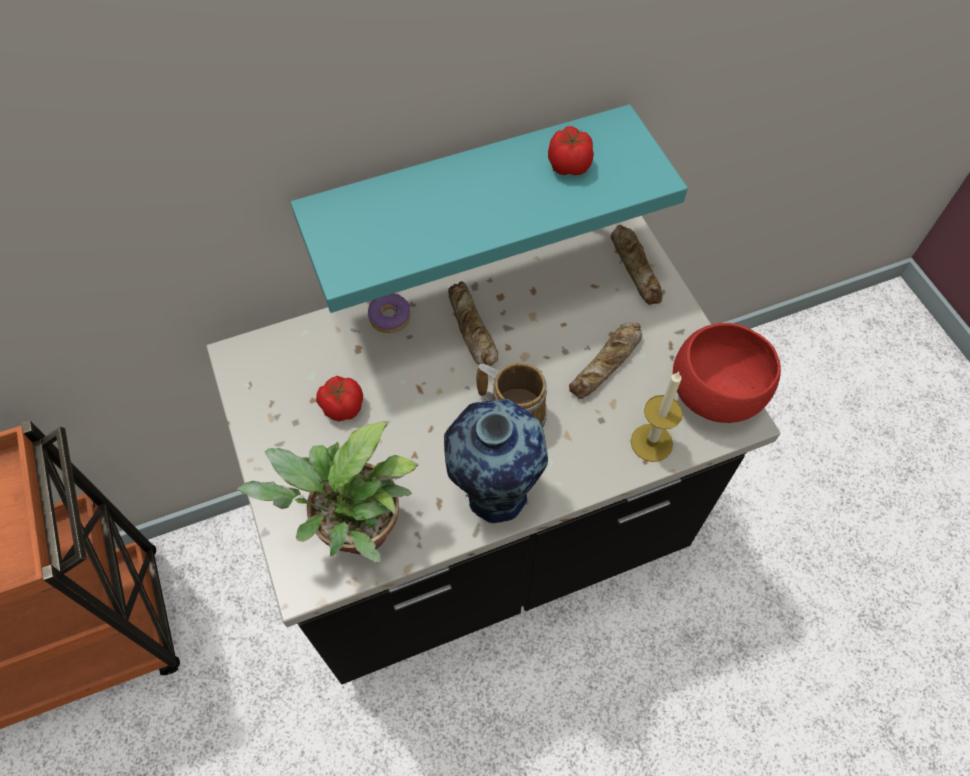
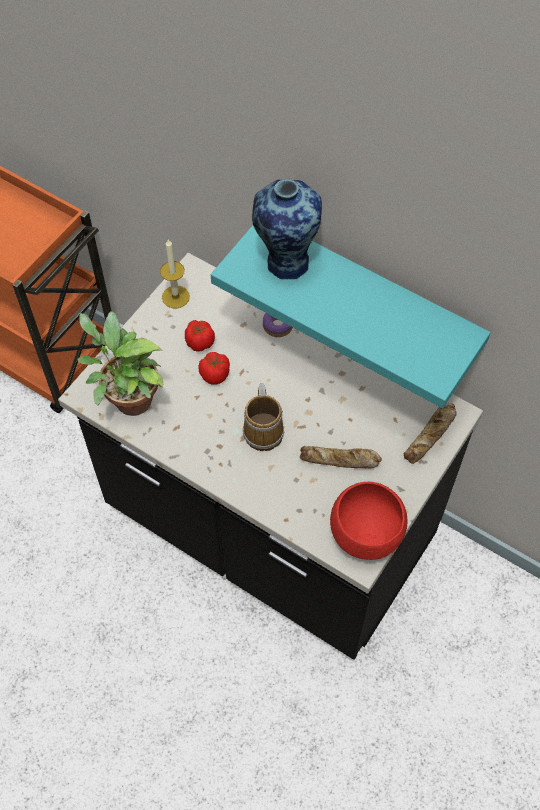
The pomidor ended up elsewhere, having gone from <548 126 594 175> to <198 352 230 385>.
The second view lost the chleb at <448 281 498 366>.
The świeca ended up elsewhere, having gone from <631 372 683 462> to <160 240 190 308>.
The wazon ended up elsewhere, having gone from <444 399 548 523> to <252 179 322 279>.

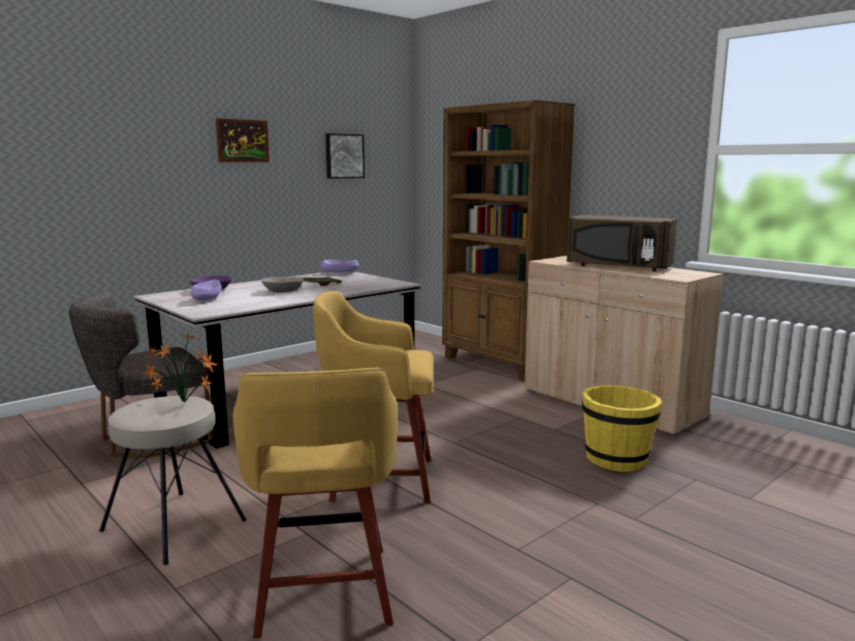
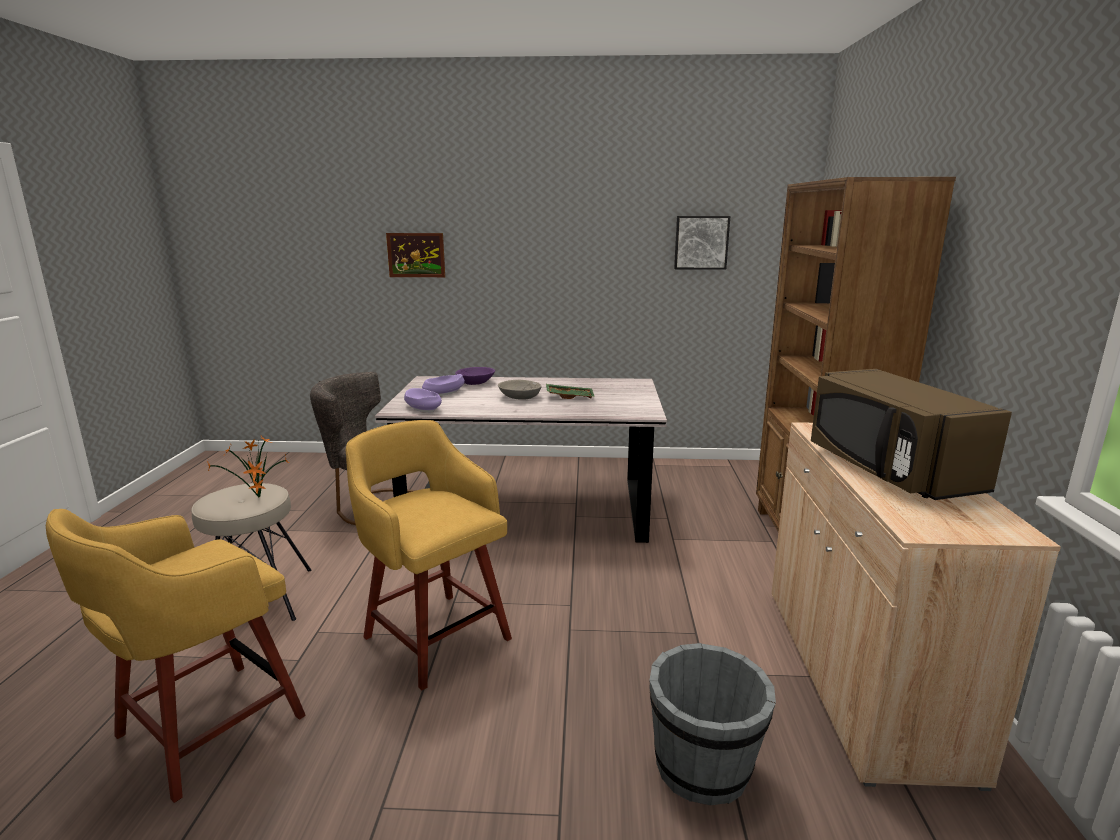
The obraz ended up elsewhere, having gone from <216 118 269 162> to <386 233 445 277>.
The miska (fioletowy) ended up elsewhere, having gone from <320 260 359 274> to <404 388 442 412>.
What was the wiadro (żółty) at <582 385 662 472> turned into the wiadro (szary) at <649 643 776 805>.

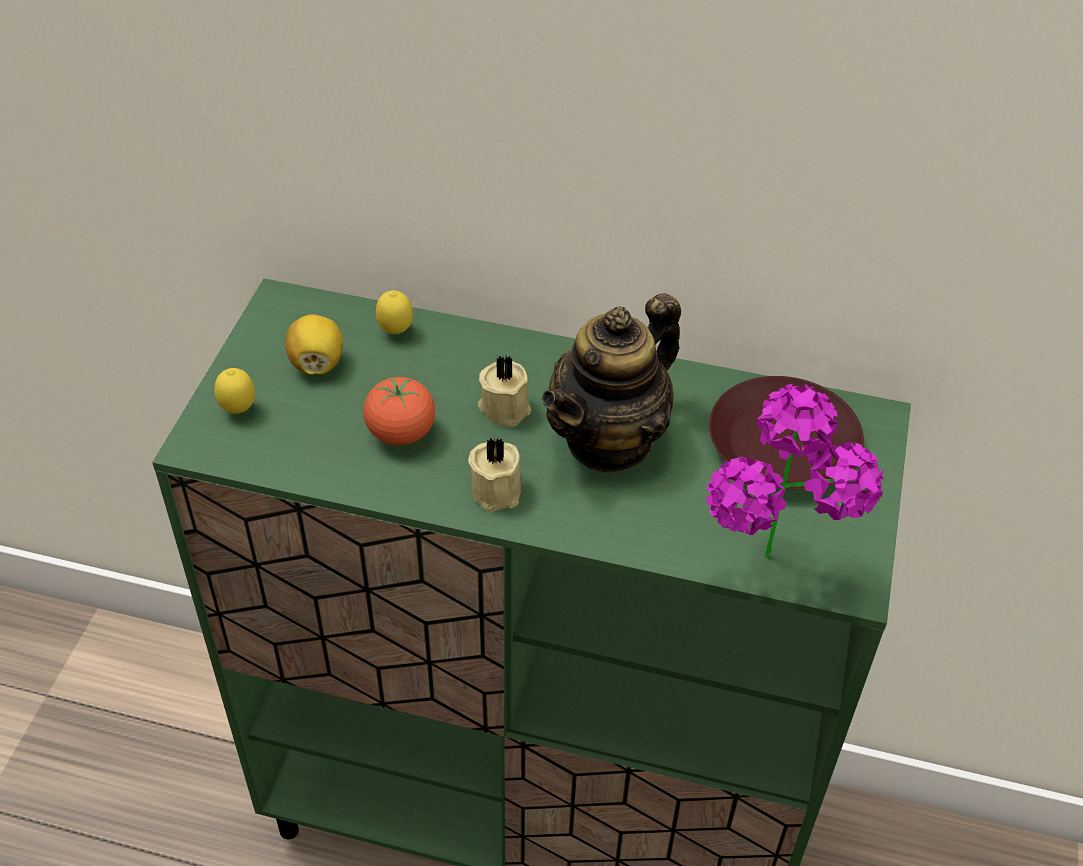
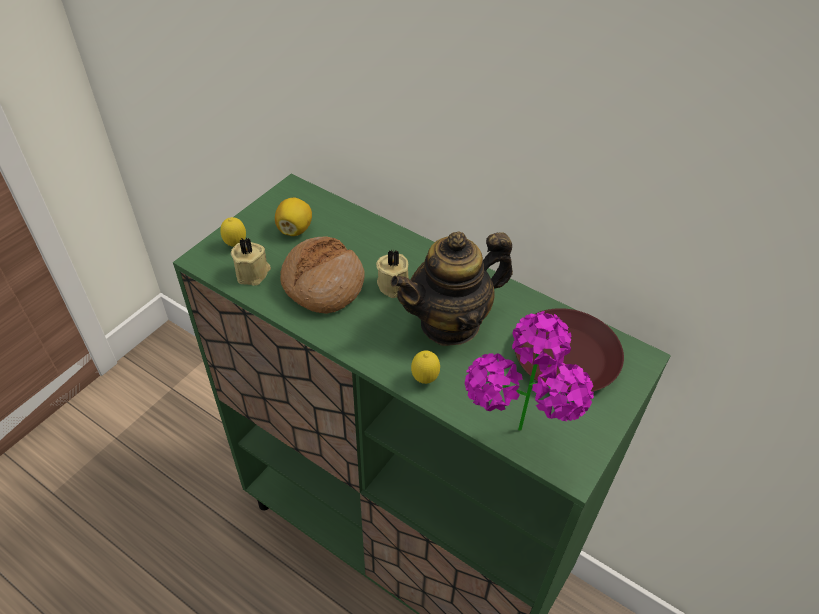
The cytryna ended up elsewhere, having gone from <376 290 413 334> to <411 351 440 384>.
Where the pomidor stood at <363 377 435 445>, the chleb came to stand at <280 237 365 314>.
The świeca (beżowy) ended up elsewhere, having gone from <468 438 521 512> to <231 237 271 286>.

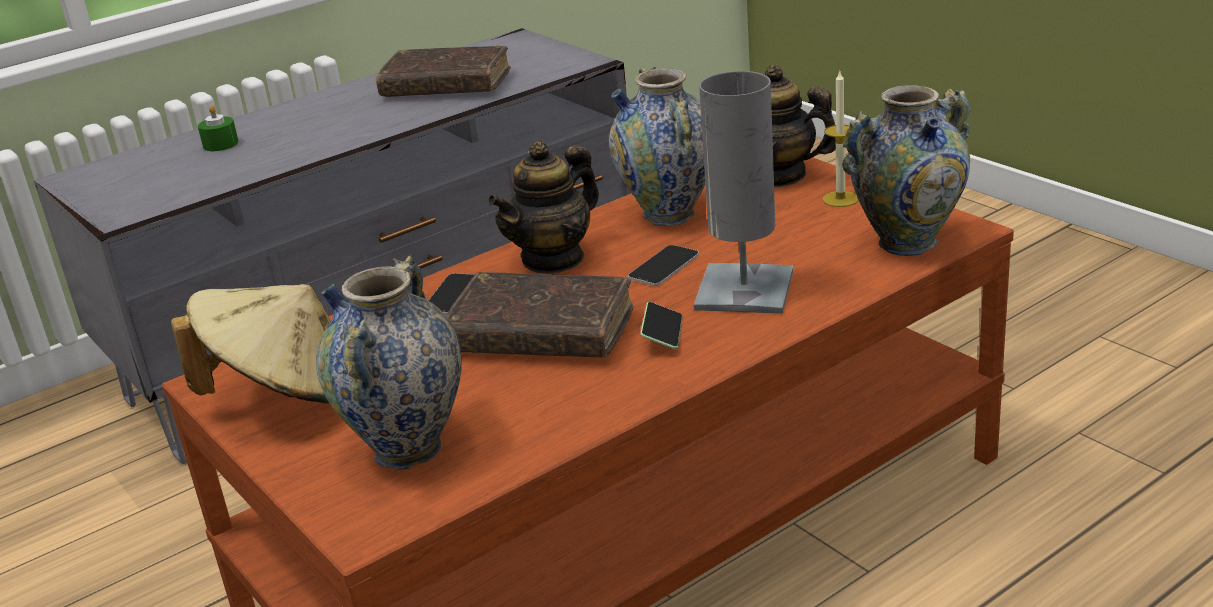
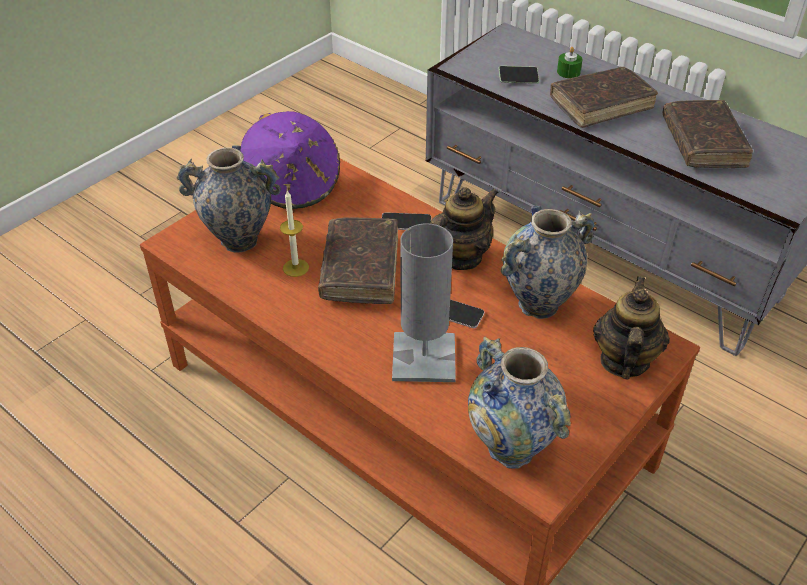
The świeca ended up elsewhere, having gone from <822 69 859 207> to <280 191 309 277>.
The imbryk at <487 141 599 274> ended up facing another way, 105 degrees clockwise from before.
What was the kapelusz (beżowy) at <171 284 331 404> turned into the kapelusz (fioletowy) at <241 111 340 209>.
The telefon ended up elsewhere, having gone from <640 302 683 349> to <499 66 539 84>.
The second view gained the książka (brązowy) at <550 67 658 128>.

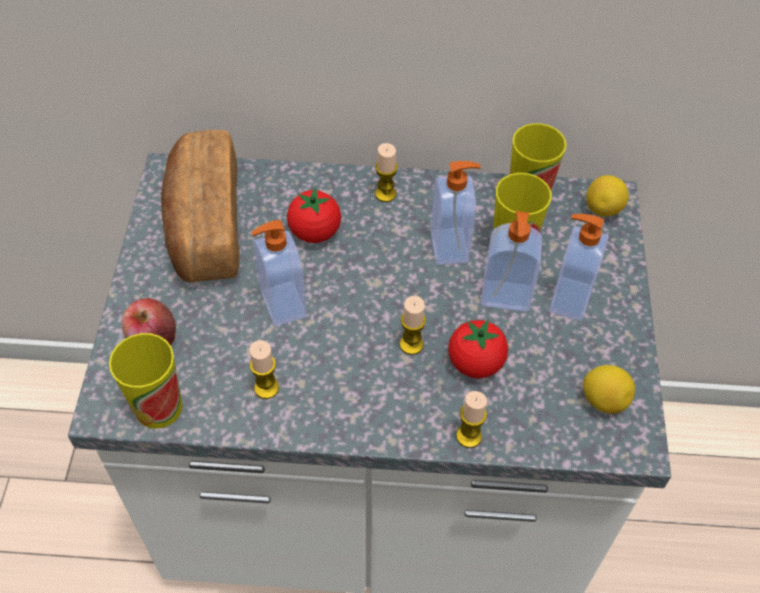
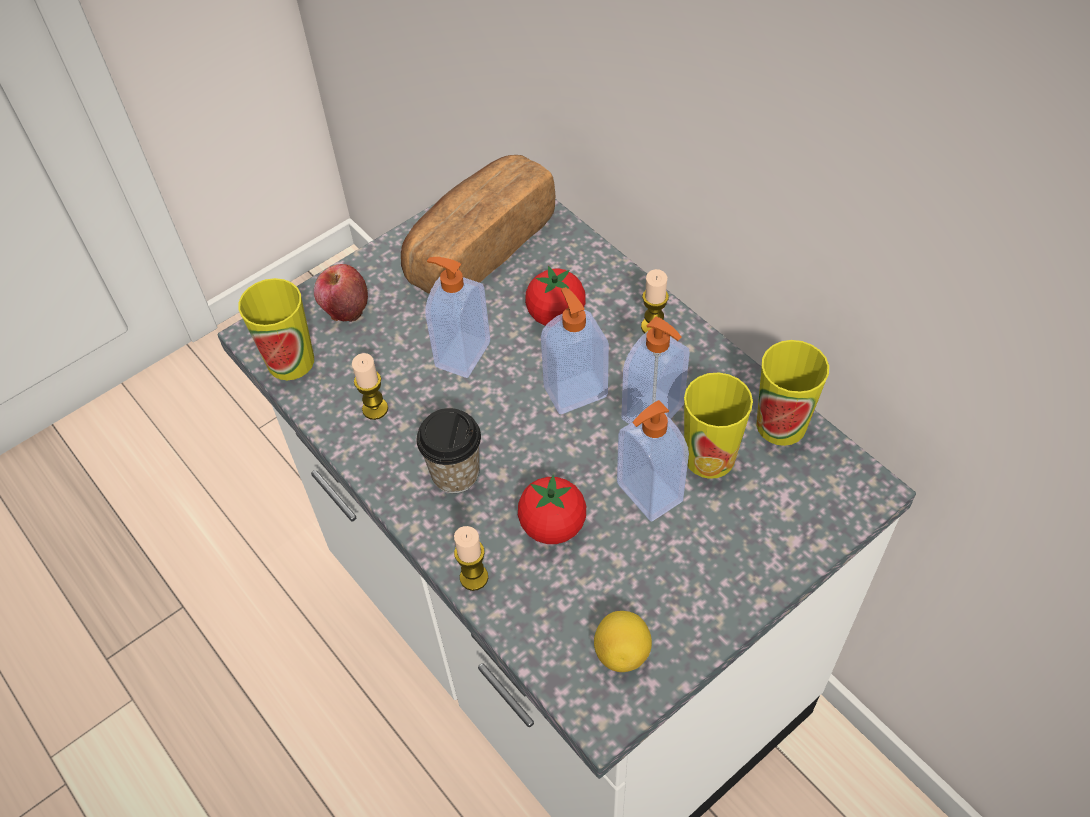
The second view lost the cytryna at <586 175 629 217>.
The dozownik mydła ended up elsewhere, having gone from <549 214 609 321> to <541 287 609 414>.
The second view lost the świeca at <400 296 426 355>.
The second view gained the filiżanka at <417 408 481 493>.

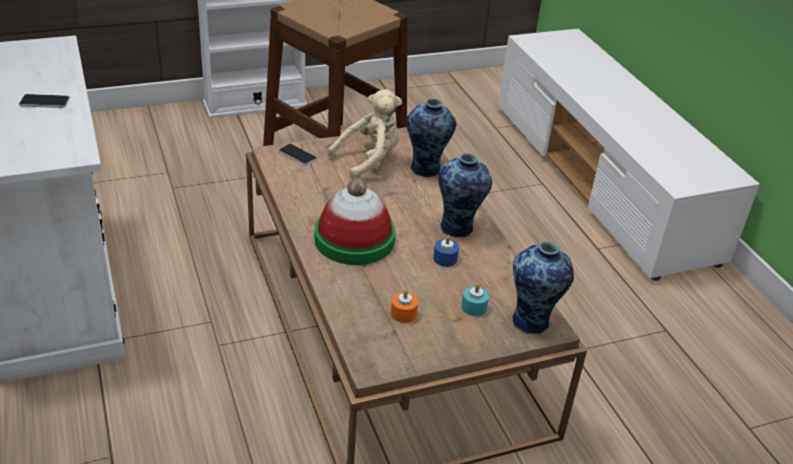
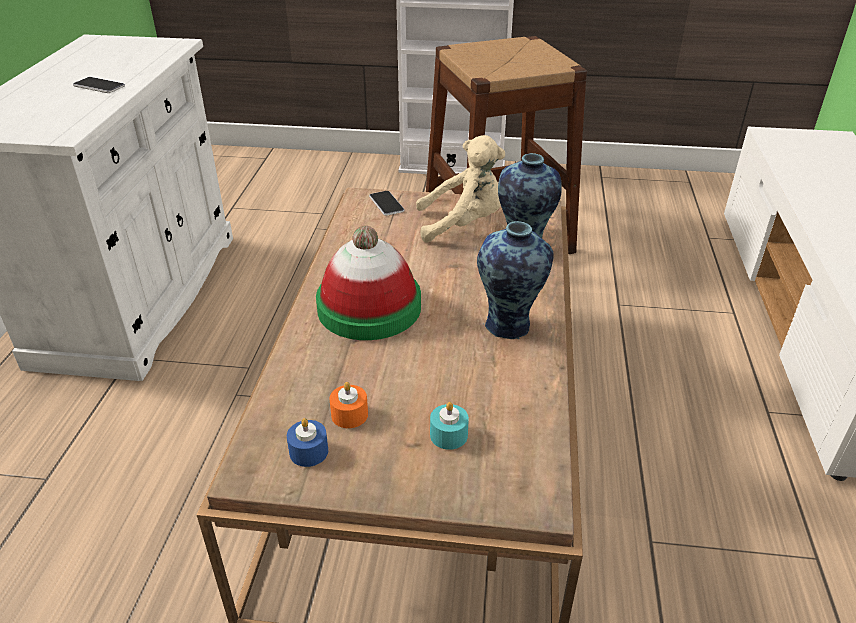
The świeca (niebieski) ended up elsewhere, having gone from <433 236 459 267> to <287 418 328 467>.
The second view lost the wazon at <512 241 574 334>.

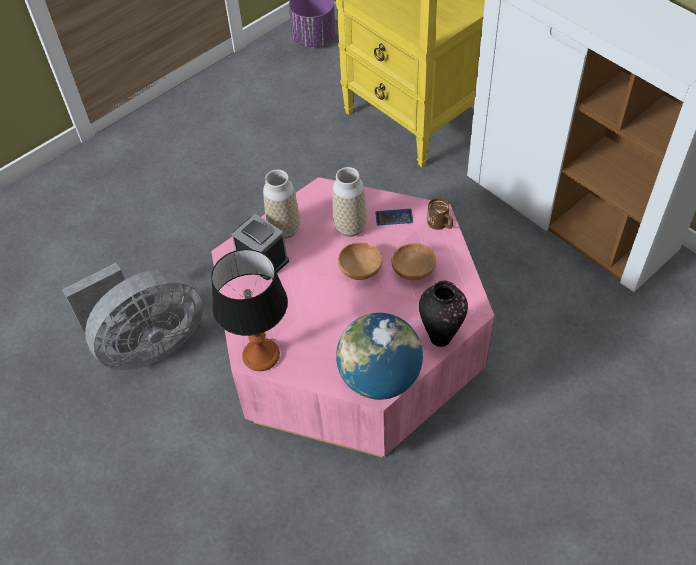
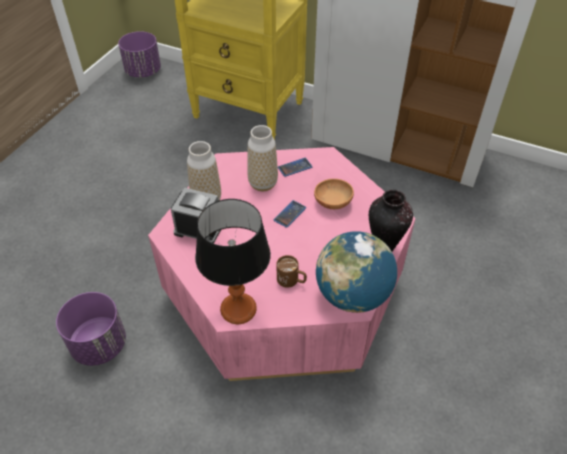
The kubek (brązowy) ended up elsewhere, having gone from <427 198 453 230> to <277 255 307 288>.
Where the miska (brązowy) stood at <338 242 382 280>, the telefon came to stand at <273 200 306 228>.
Where the wentylator (szary) stood at <62 263 204 370>, the donica (fioletowy) came to stand at <56 292 126 366>.

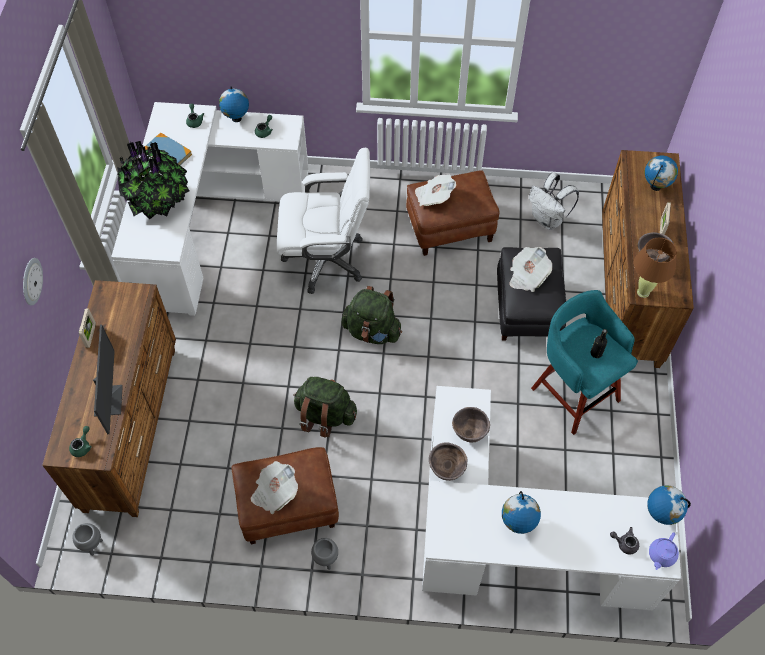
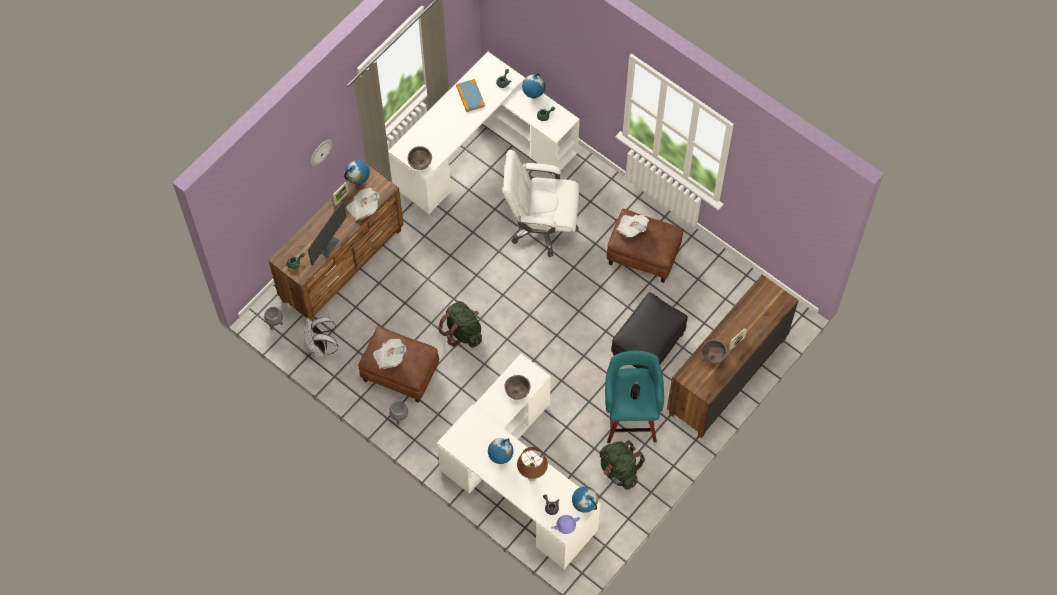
The second view lost the roślina doniczkowa at <117 141 189 220>.
The krzesło biurowe (biały) at <277 148 370 294> ended up facing another way, 150 degrees clockwise from before.
The globus ended up elsewhere, having gone from <645 156 678 191> to <344 160 370 185>.
The plecak (biały) ended up elsewhere, having gone from <529 172 579 230> to <304 317 338 358>.
The lampa stołowa (brązowy) ended up elsewhere, having gone from <634 238 677 298> to <517 447 548 482>.
The gazeta ended up elsewhere, having gone from <509 247 552 292> to <346 188 379 221>.
The plecak (zielony) ended up elsewhere, having gone from <342 286 402 344> to <600 440 646 490>.
The miska (brązowy) ended up elsewhere, having gone from <429 442 468 481> to <408 146 432 170>.

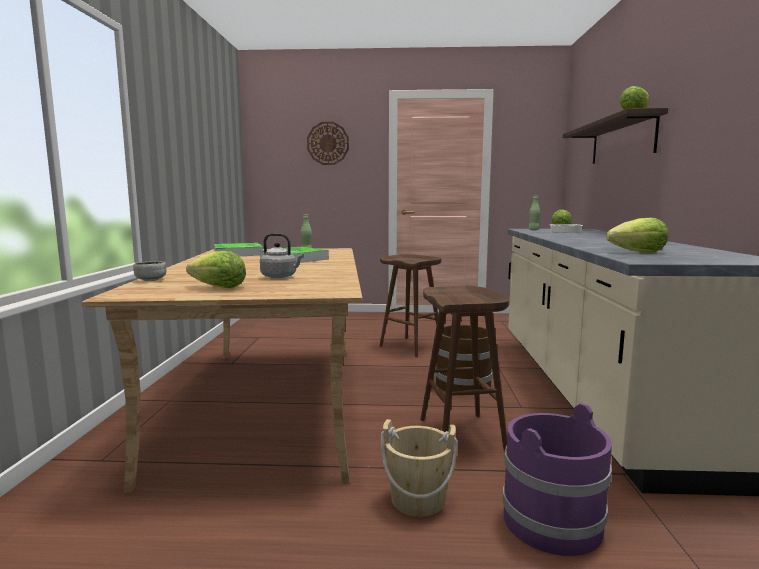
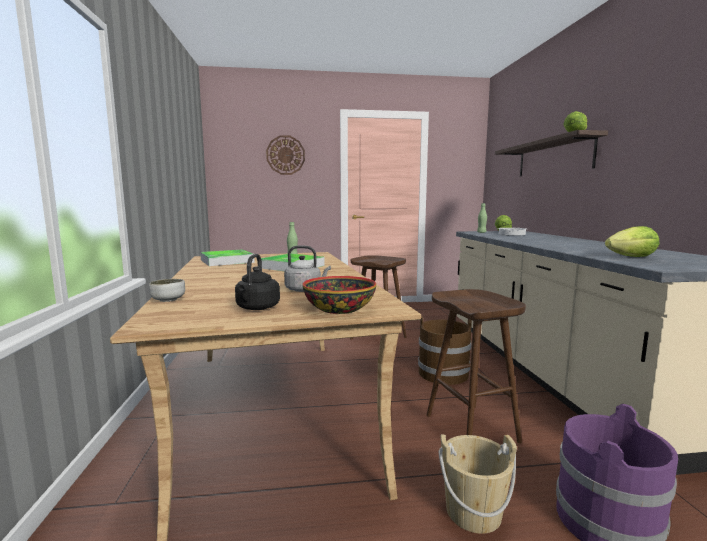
Where the sałata stood at <186 251 246 288>, the czajnik (czarny) came to stand at <235 254 280 310>.
The second view gained the miska at <302 276 376 314>.

